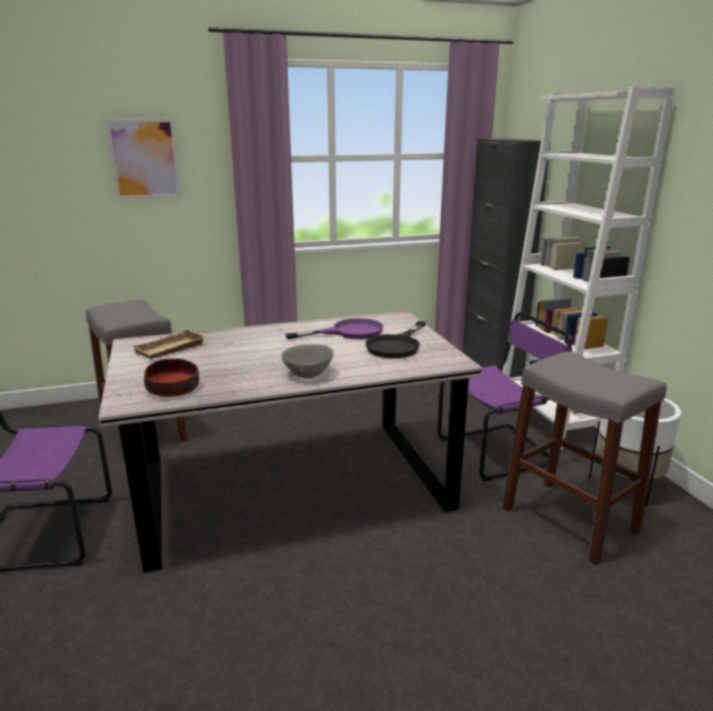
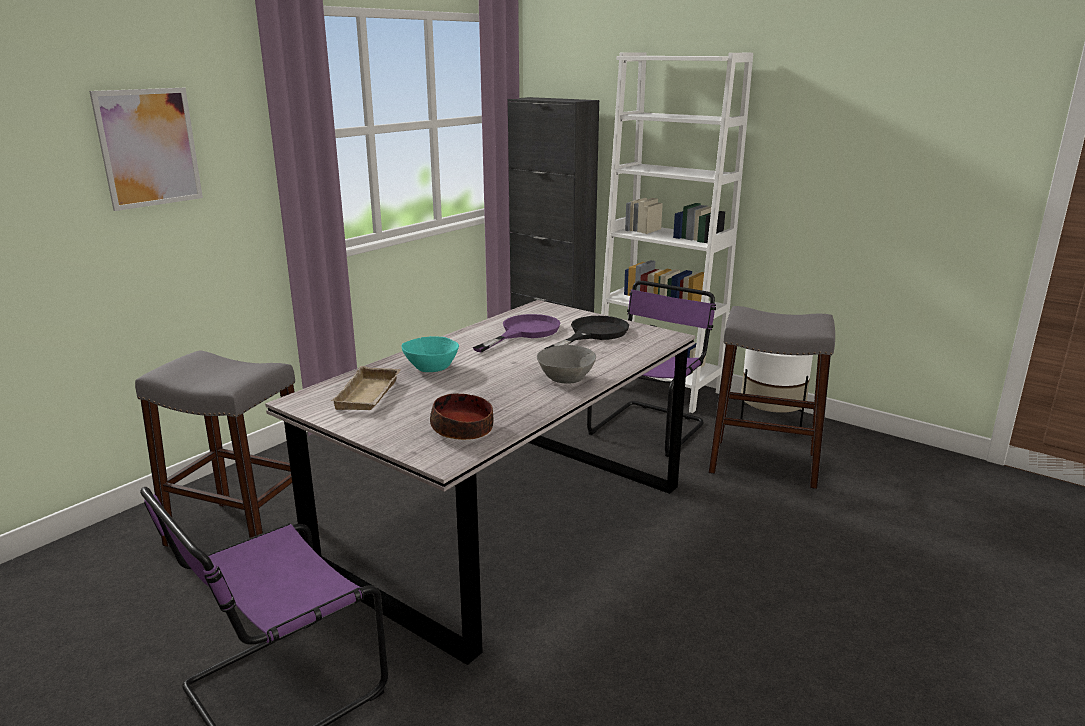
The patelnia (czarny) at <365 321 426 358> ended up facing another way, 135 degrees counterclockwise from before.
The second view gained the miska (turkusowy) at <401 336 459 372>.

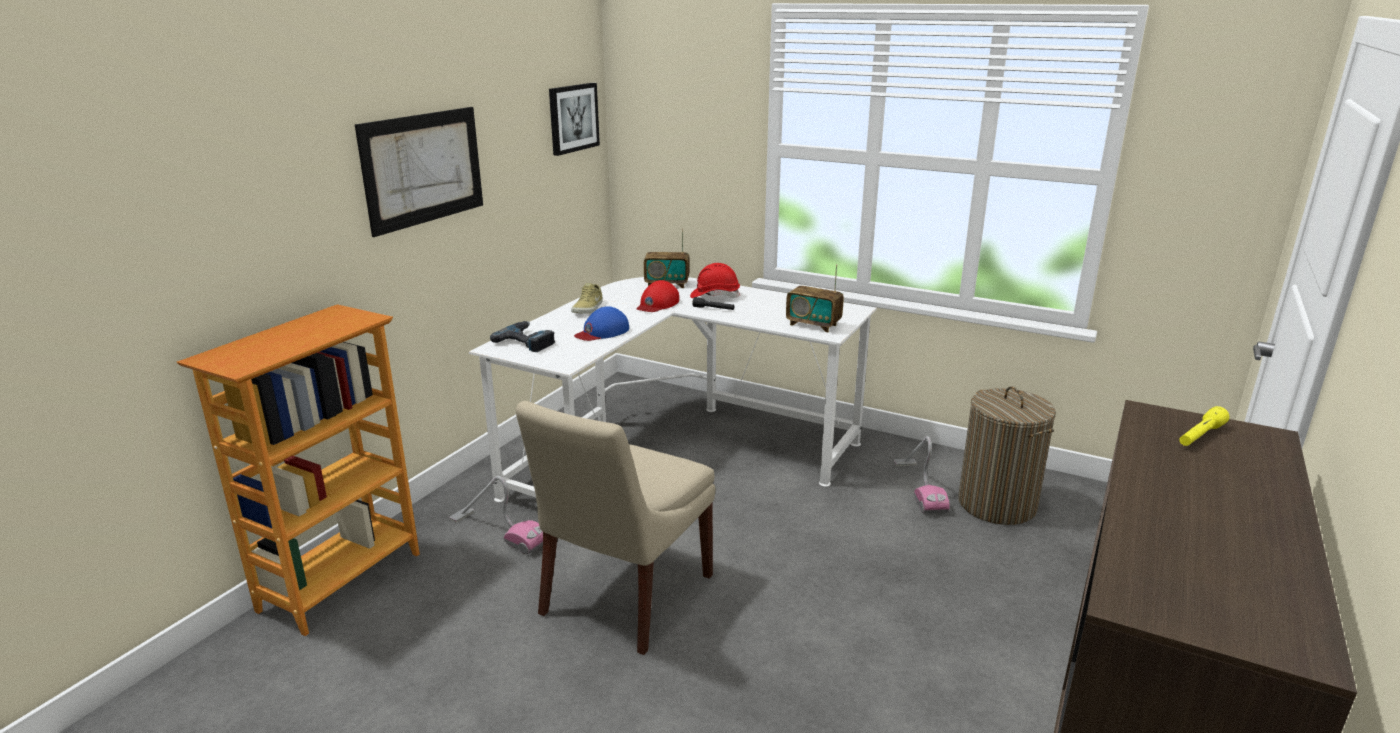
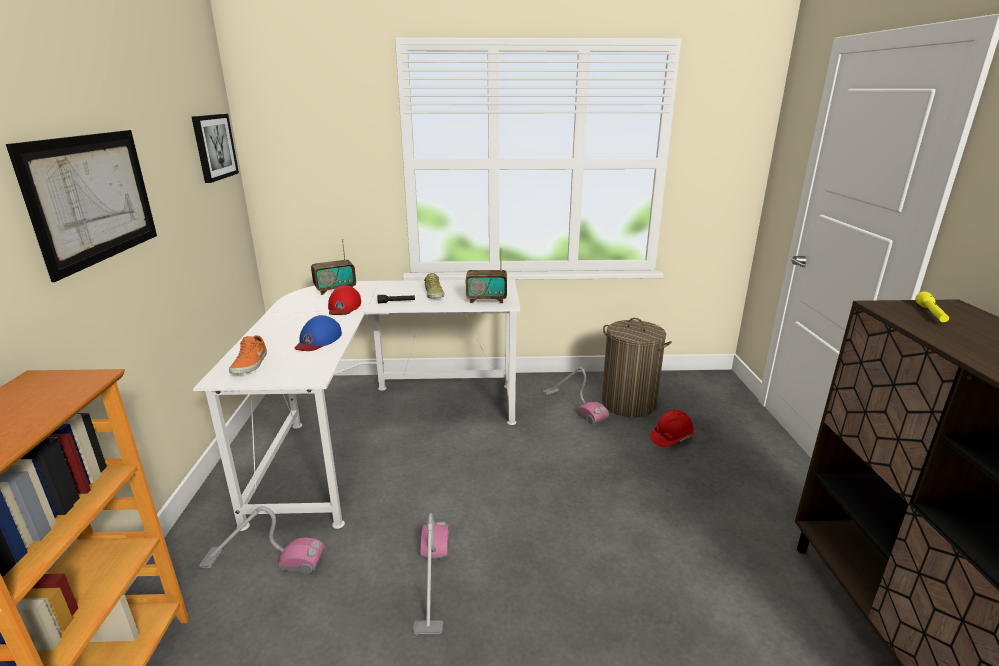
The kask (czerwony) ended up elsewhere, having gone from <690 263 740 298> to <650 410 694 447>.
The but (beżowy) ended up elsewhere, having gone from <571 283 603 314> to <424 273 444 298>.
Where the wiertarka stood at <490 321 555 352>, the but (pomarańczowy) came to stand at <229 335 267 374>.
Where the krzesło (beżowy) stood at <516 401 715 655>, the odkurzacz came to stand at <413 513 450 634>.

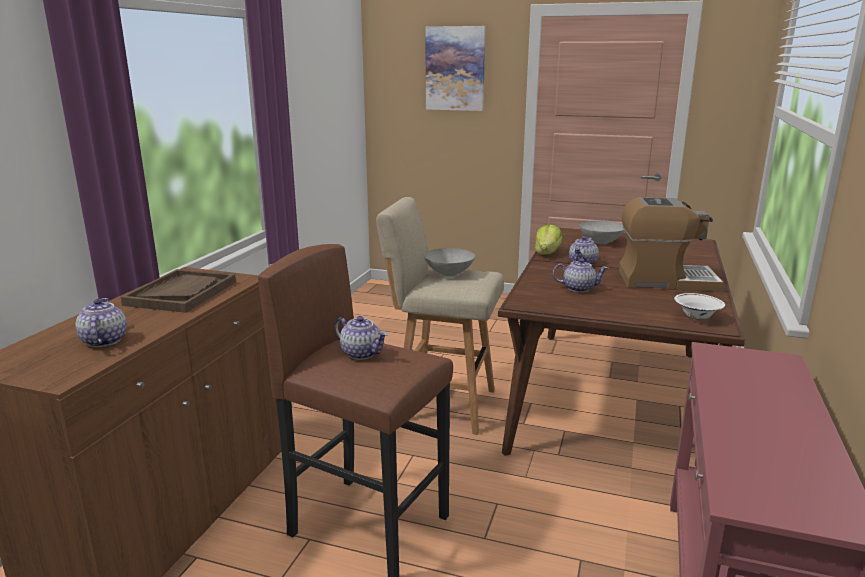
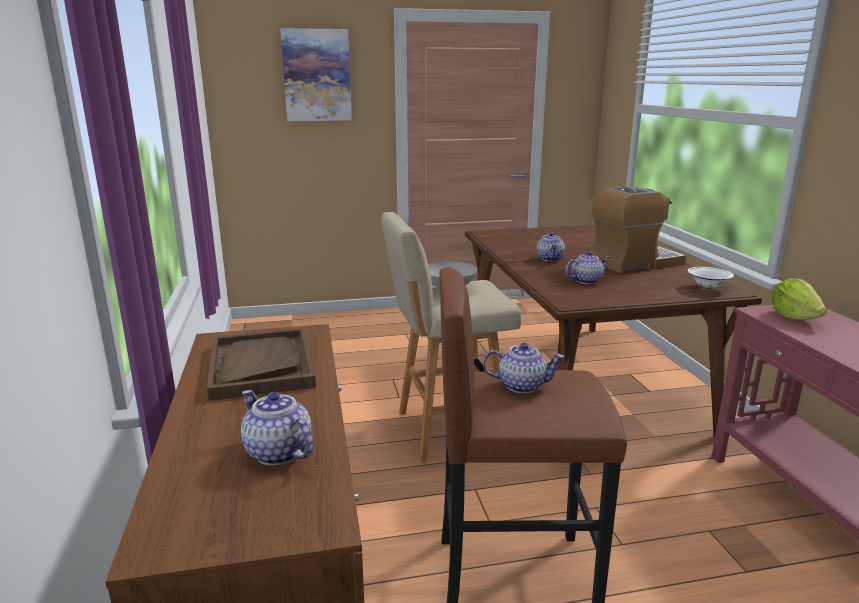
The second view lost the miska (szary) at <580 221 625 244>.
The sałata ended up elsewhere, having gone from <534 224 563 254> to <771 278 827 320>.

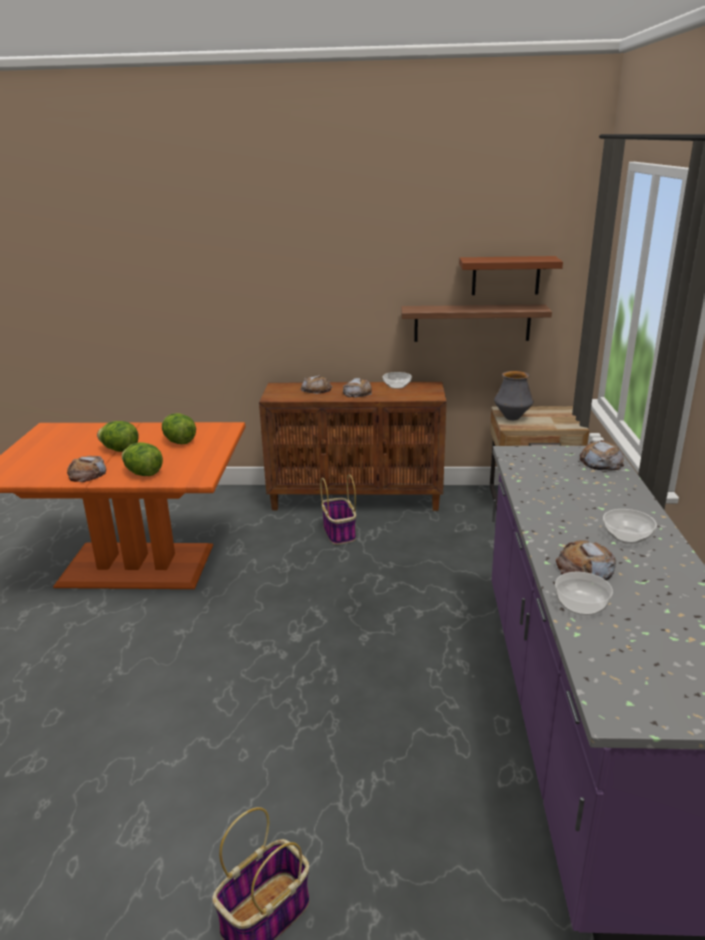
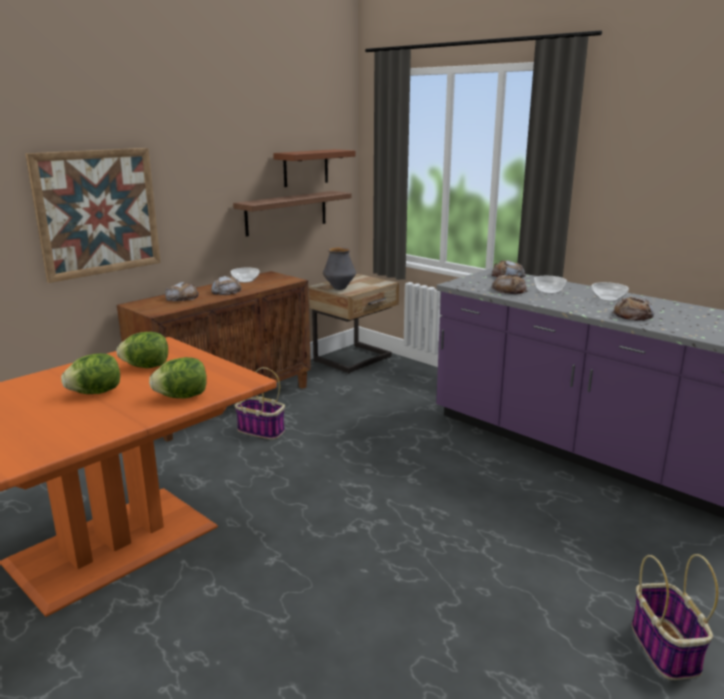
The chleb ended up elsewhere, having gone from <67 456 106 482> to <492 274 527 294>.
The miska ended up elsewhere, having gone from <555 572 613 615> to <534 276 567 294>.
The second view gained the obraz at <25 148 161 283>.

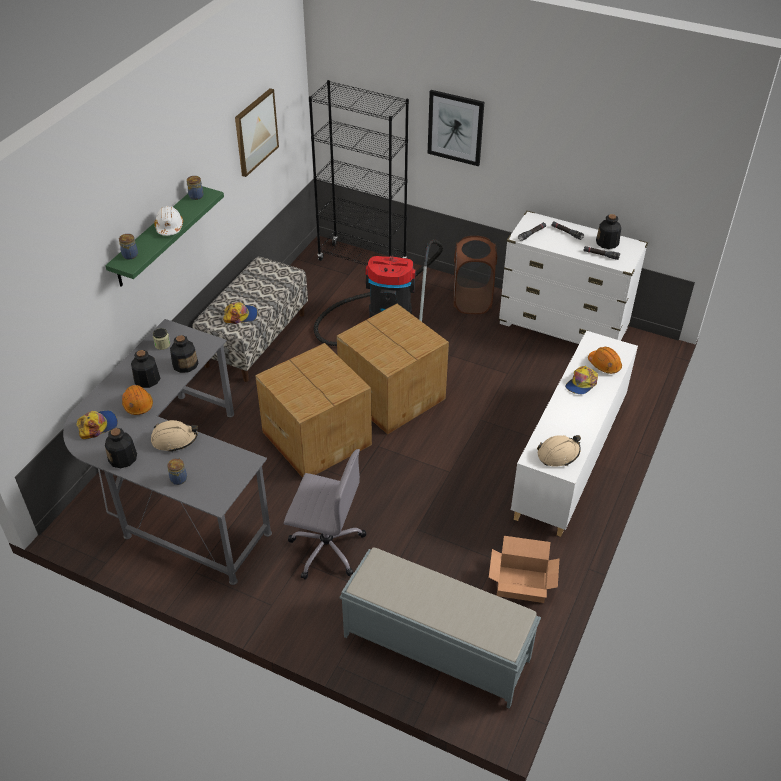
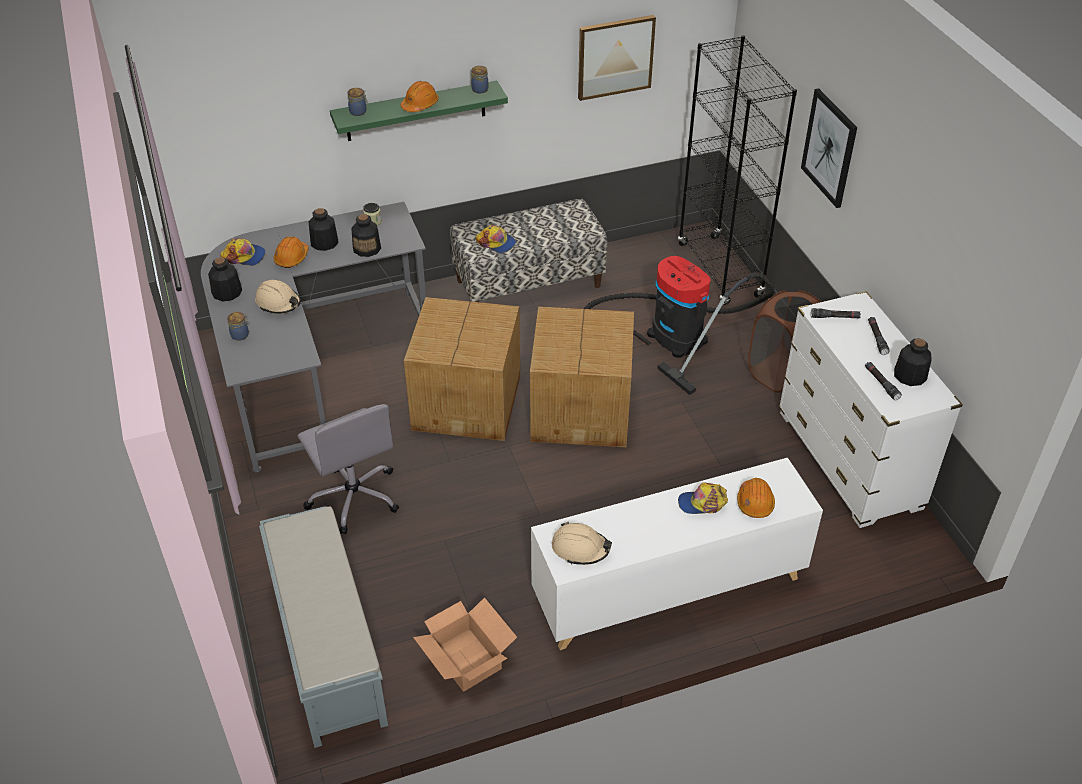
What was the kask (biały) at <154 206 183 236> turned into the kask (pomarańczowy) at <401 81 439 112>.

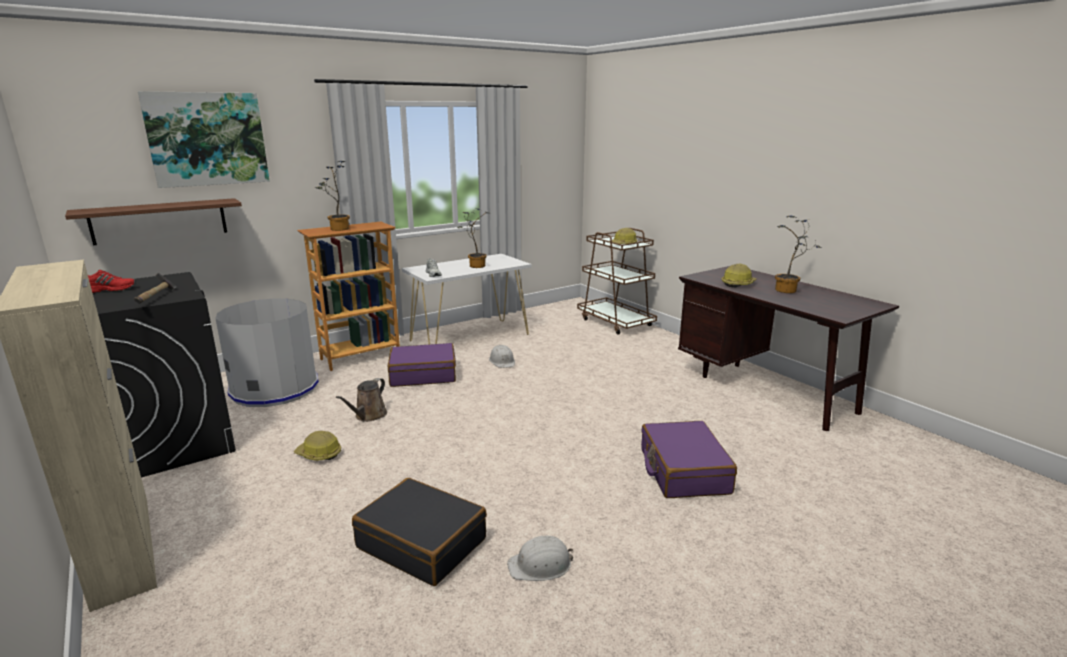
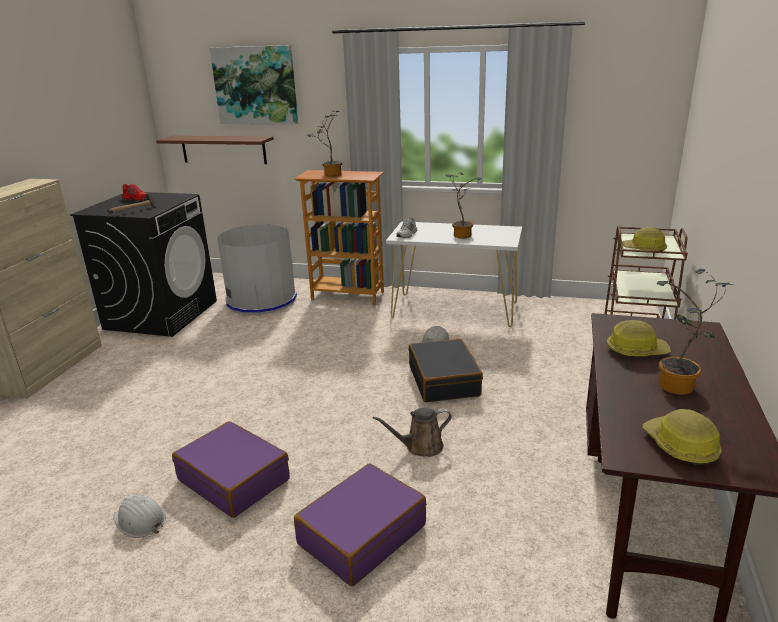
The walizka (fioletowy) ended up elsewhere, having gone from <388 343 456 387> to <172 421 290 518>.
The konewka (brązowy) ended up elsewhere, having gone from <336 378 387 422> to <373 408 452 457>.
The kask ended up elsewhere, having gone from <294 431 341 461> to <642 409 722 465>.
The walizka (czarny) ended up elsewhere, having gone from <352 478 487 586> to <409 338 483 402>.

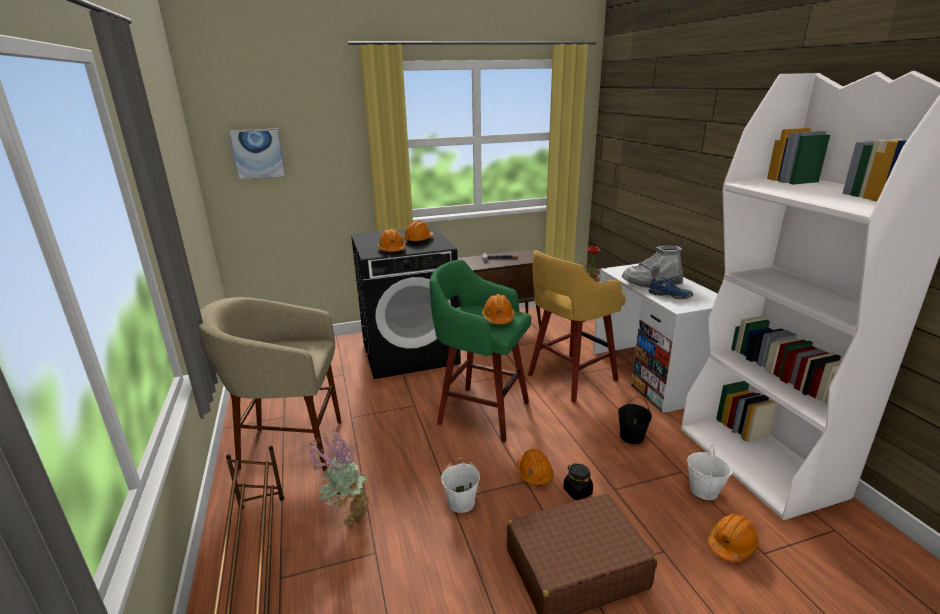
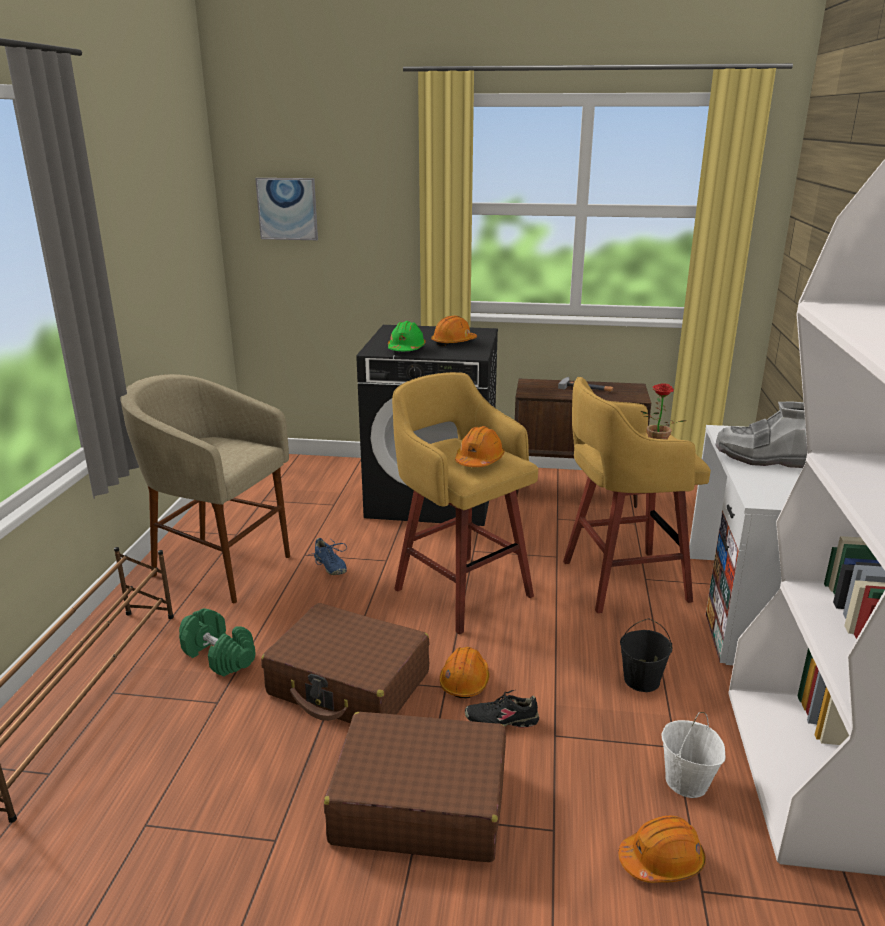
What was the kask (pomarańczowy) at <378 229 405 252> turned into the kask (zielony) at <388 321 426 351>.
What was the stołek (zielony) at <429 260 531 443> turned into the stołek (żółty) at <392 372 538 634>.
The but (niebieski) ended up elsewhere, having gone from <648 276 693 299> to <309 538 347 575>.
Where the roślina doniczkowa stood at <310 431 371 531>, the hantel (zielony) came to stand at <179 608 256 676>.
Where the wiadro (biały) stood at <441 458 480 513>, the walizka (brązowy) came to stand at <261 603 430 724>.
Where the słoik (czarny) stood at <563 463 593 500>, the but (czarny) came to stand at <465 690 539 728>.

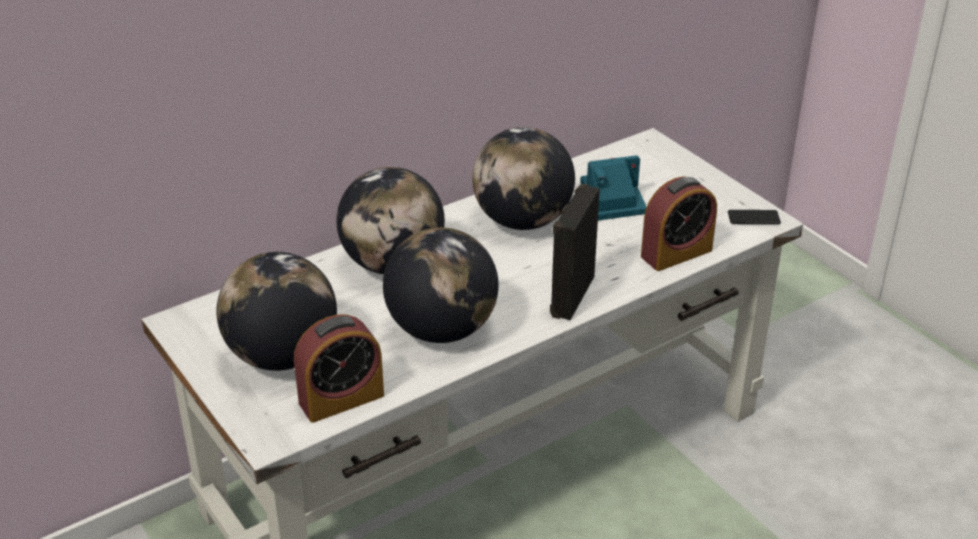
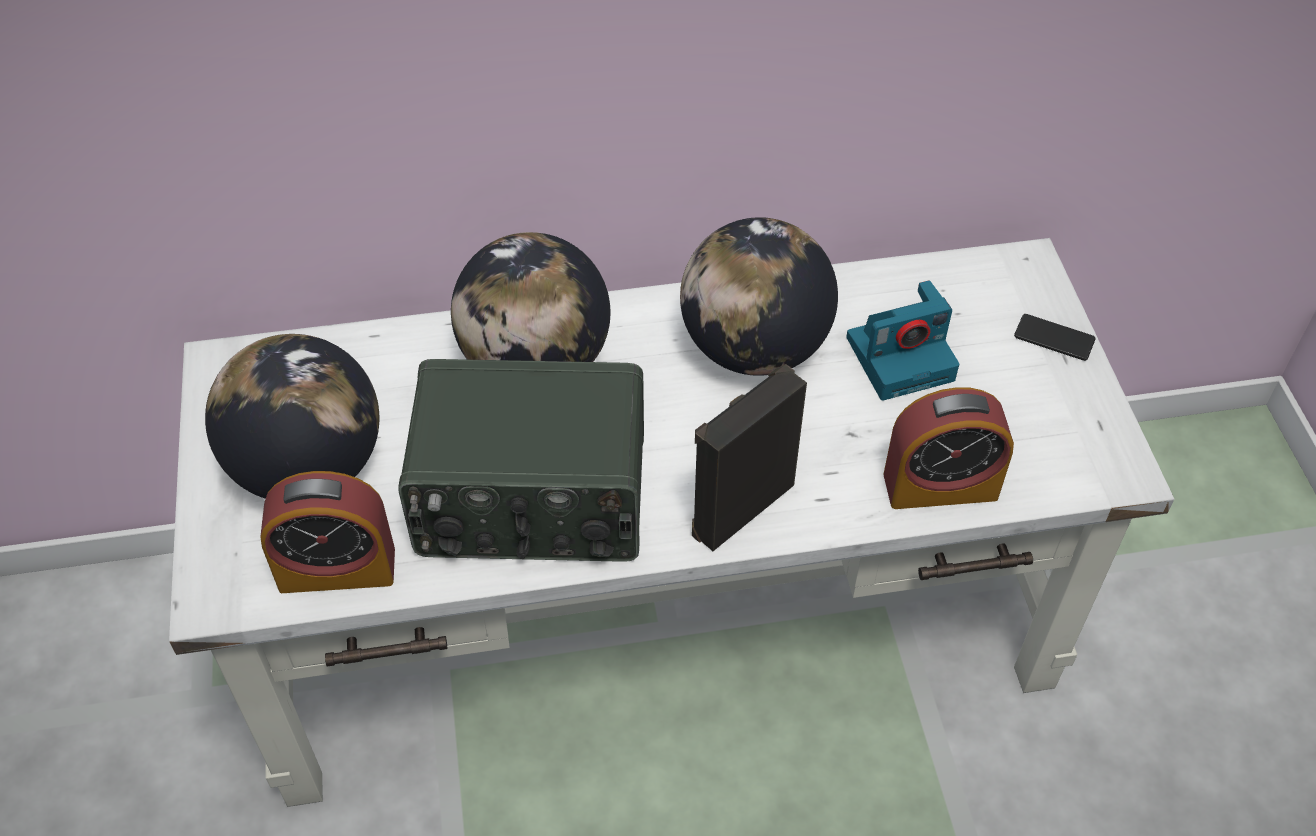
The aparat fotograficzny at <580 155 647 221> ended up facing another way, 150 degrees clockwise from before.
The telefon ended up elsewhere, having gone from <728 210 781 224> to <1014 314 1095 361>.
Where the globus stood at <383 227 499 343>, the radio came to stand at <398 359 644 562>.

